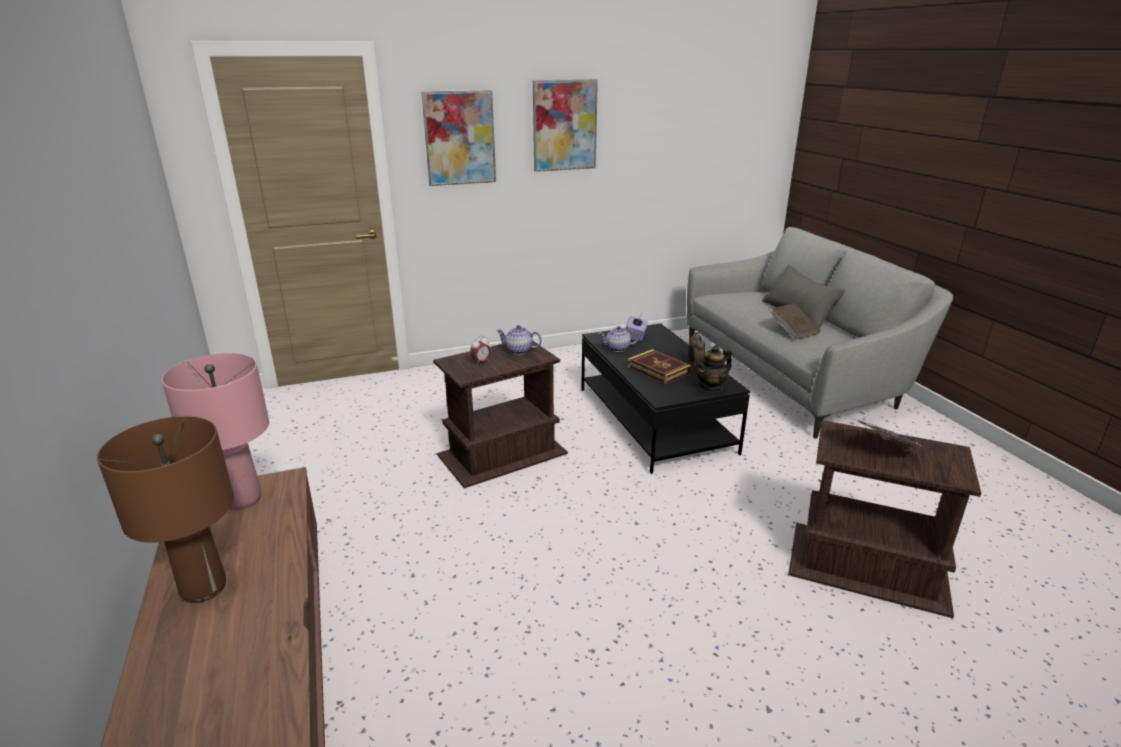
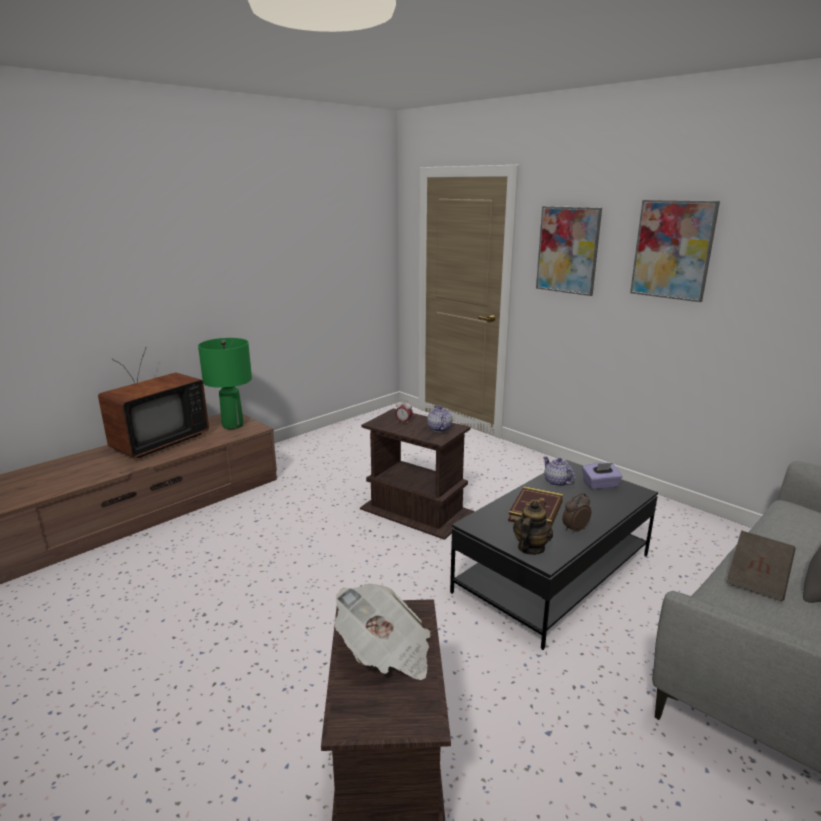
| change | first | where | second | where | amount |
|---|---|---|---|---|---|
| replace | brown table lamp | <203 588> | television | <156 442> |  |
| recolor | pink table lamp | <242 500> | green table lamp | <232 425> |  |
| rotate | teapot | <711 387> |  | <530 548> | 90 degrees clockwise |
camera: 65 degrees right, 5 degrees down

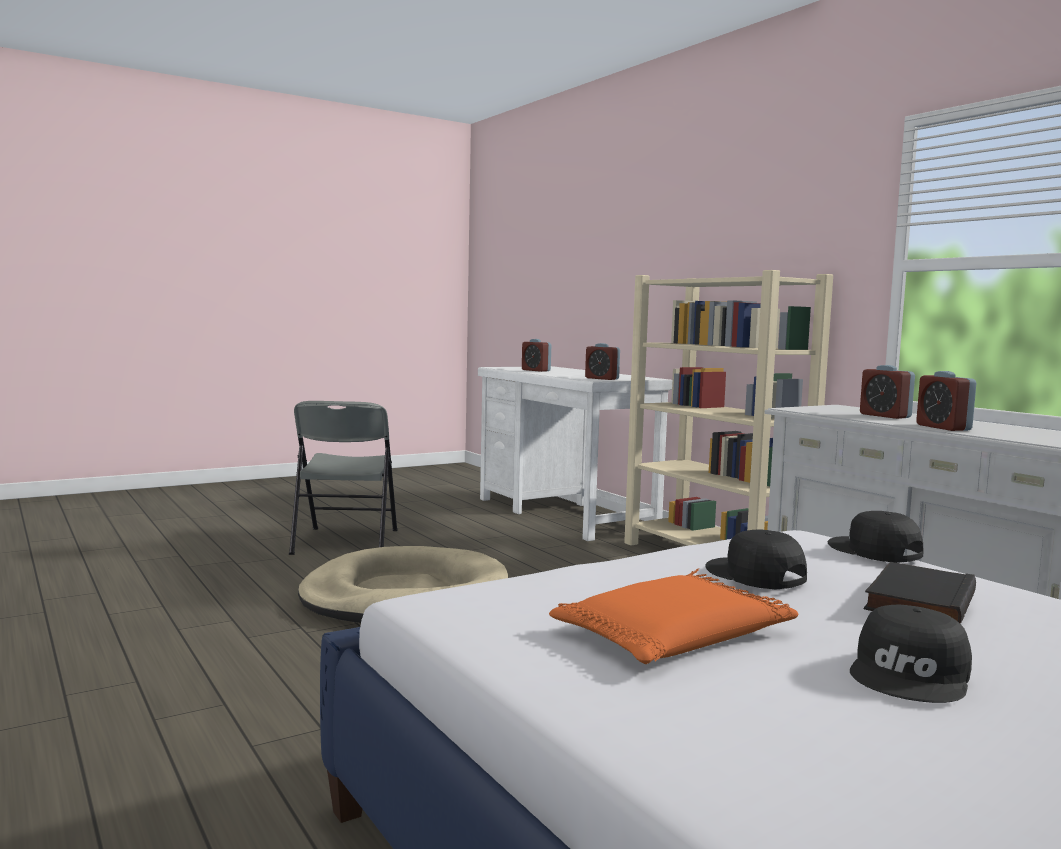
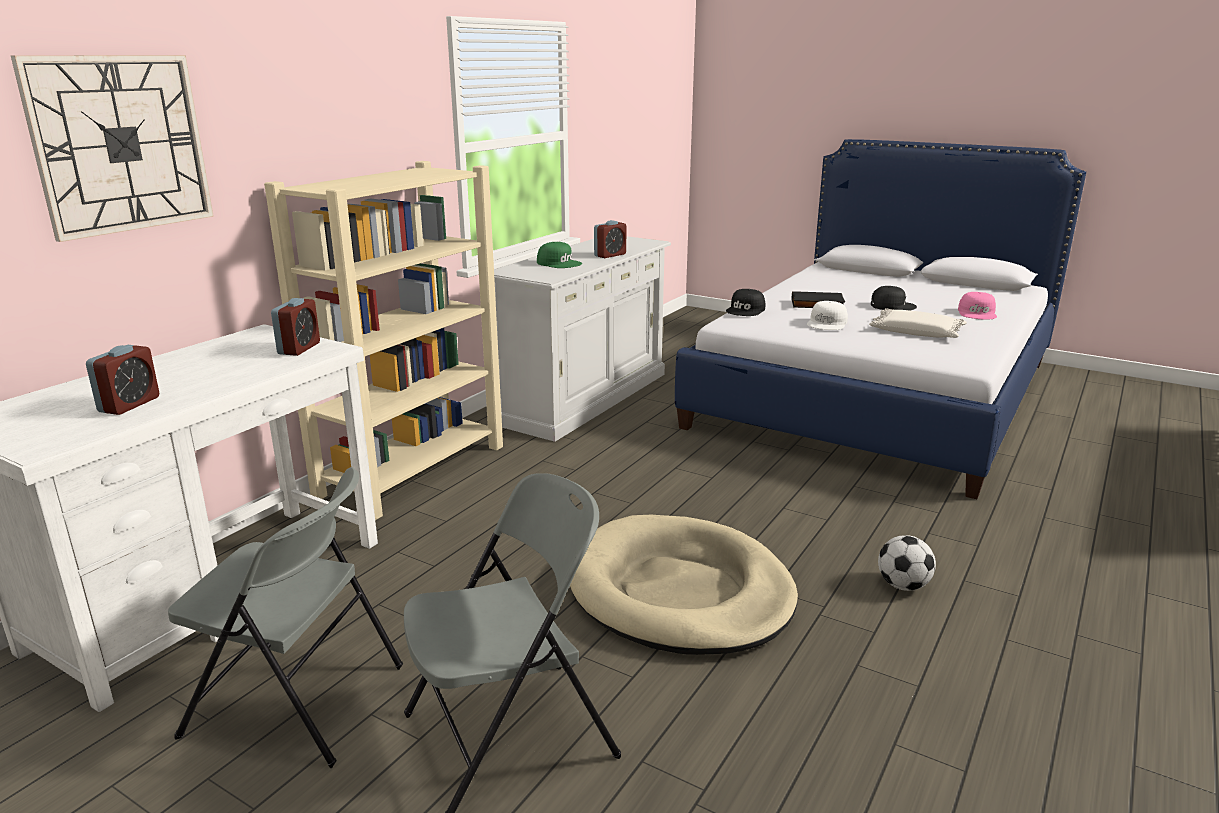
| change | first | where | second | where | amount |
|---|---|---|---|---|---|
| insert |  |  | wall clock | <121 144> |  |
| insert |  |  | grey chair | <295 700> |  |
| replace | alarm clock | <885 416> | green cap | <559 263> |  |
| recolor | black cap | <754 574> | white cap | <827 323> |  |
| recolor | orange pillow | <673 632> | white pillow | <916 330> |  |
| insert |  |  | football | <902 586> |  |
| insert |  |  | pink cap | <977 313> |  |
camera: 115 degrees left, 15 degrees up

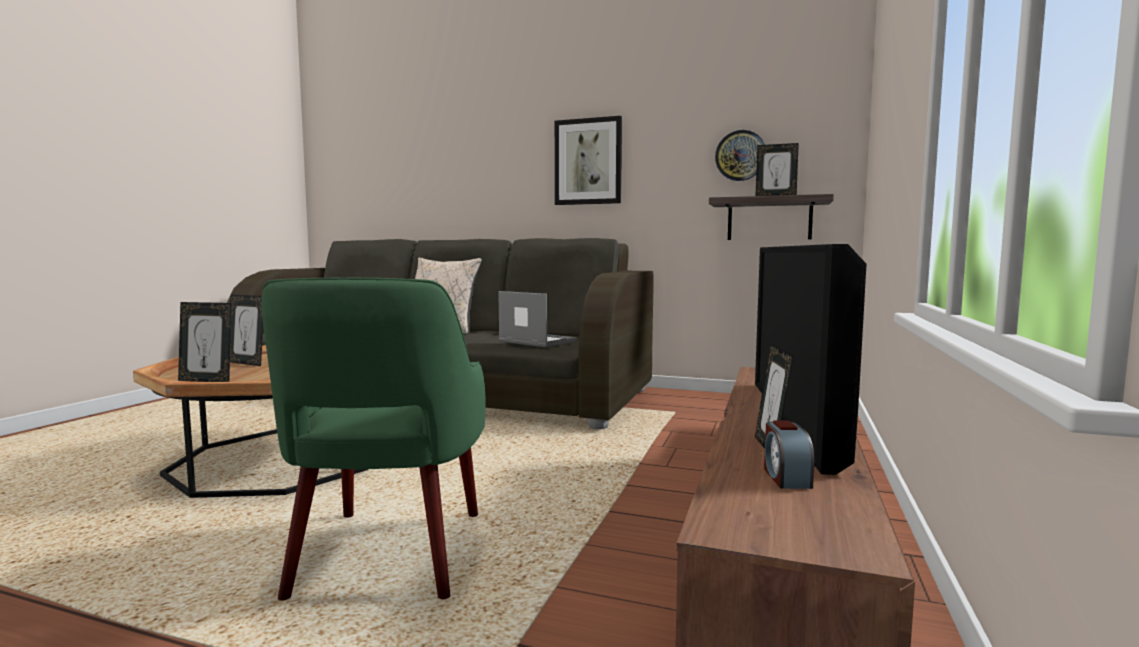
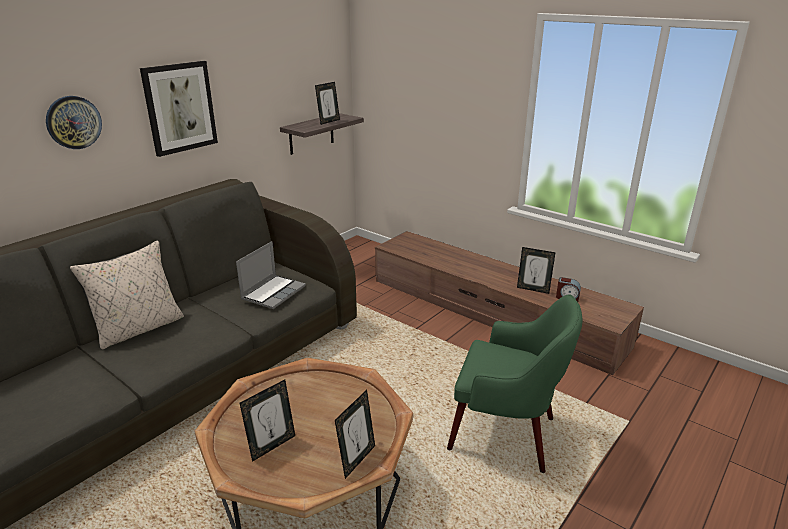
| change | first | where | second | where | amount |
|---|---|---|---|---|---|
| move | wall clock | <740 155> |  | <73 122> |  |
| rotate | laptop | <535 341> |  | <273 292> | 150 degrees clockwise |
| delete | television | <800 418> |  |  |  |
camera: 70 degrees left, 20 degrees up

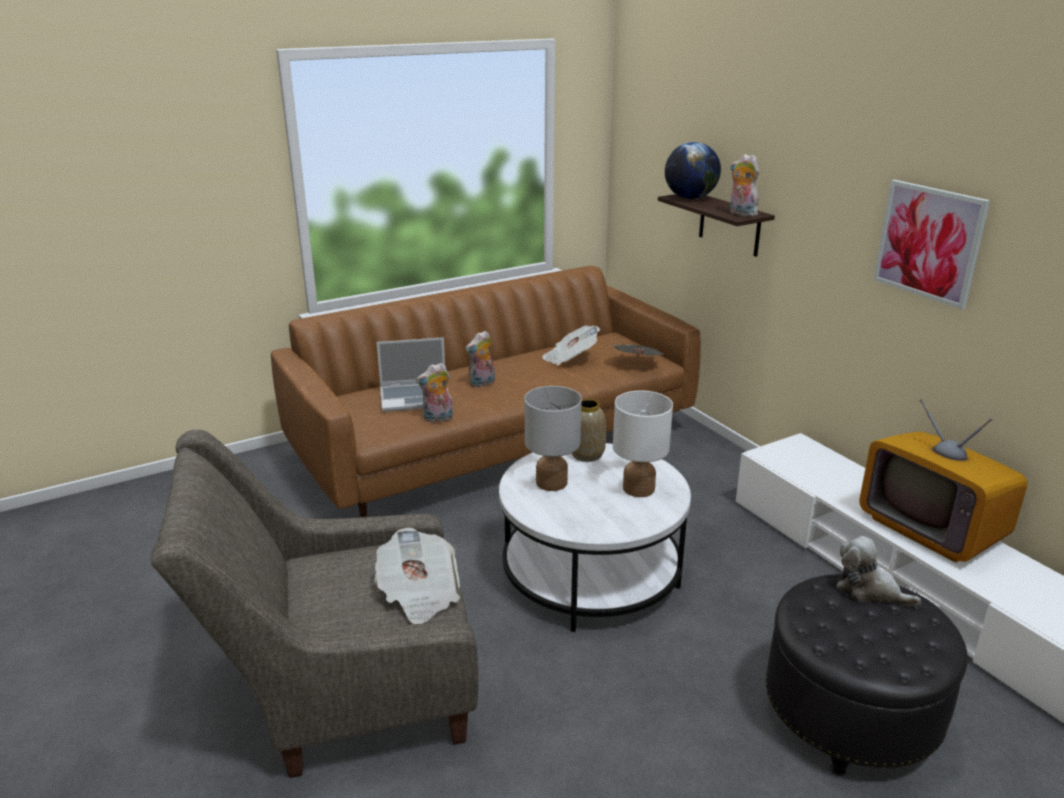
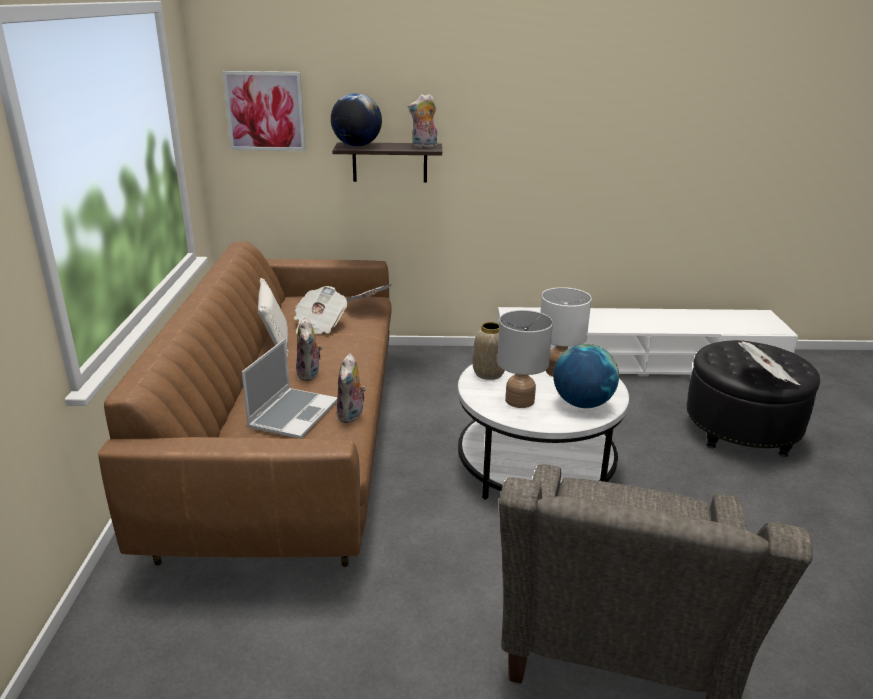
| change | first | where | second | where | amount |
|---|---|---|---|---|---|
| move | picture | <929 242> |  | <265 111> |  |
| insert |  |  | white pillow | <275 340> |  |
| insert |  |  | globe | <582 403> |  |
| move | newspaper | <419 594> |  | <765 378> |  |
| delete | plush toy | <869 590> |  |  |  |
| delete | television | <932 528> |  |  |  |
camera: 60 degrees left, 0 degrees up

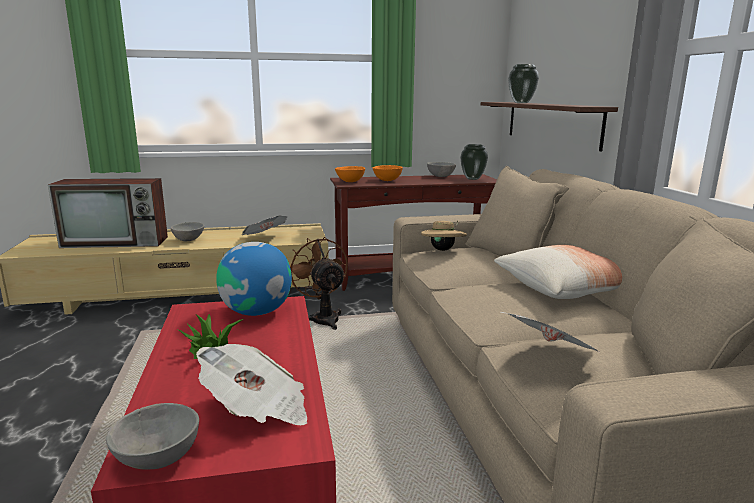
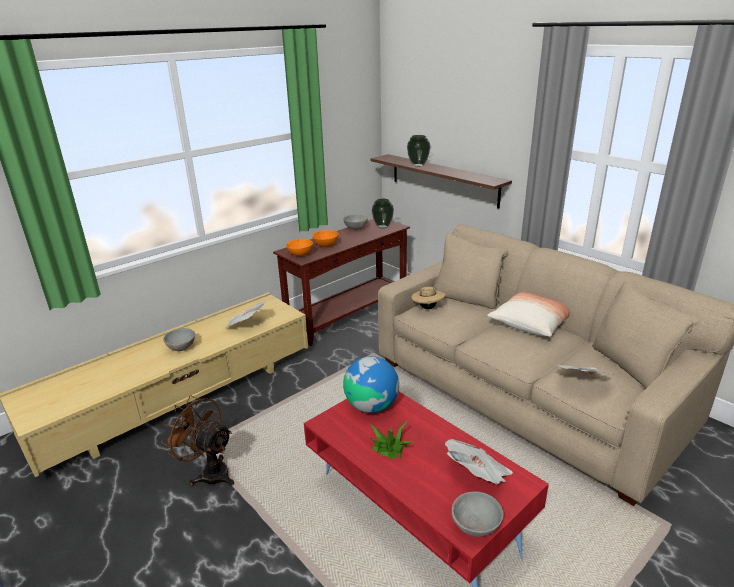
| change | first | where | second | where | amount |
|---|---|---|---|---|---|
| move | brown fan | <323 318> |  | <209 472> |  |
| delete | television | <117 242> |  |  |  |
camera: 30 degrees left, 10 degrees up

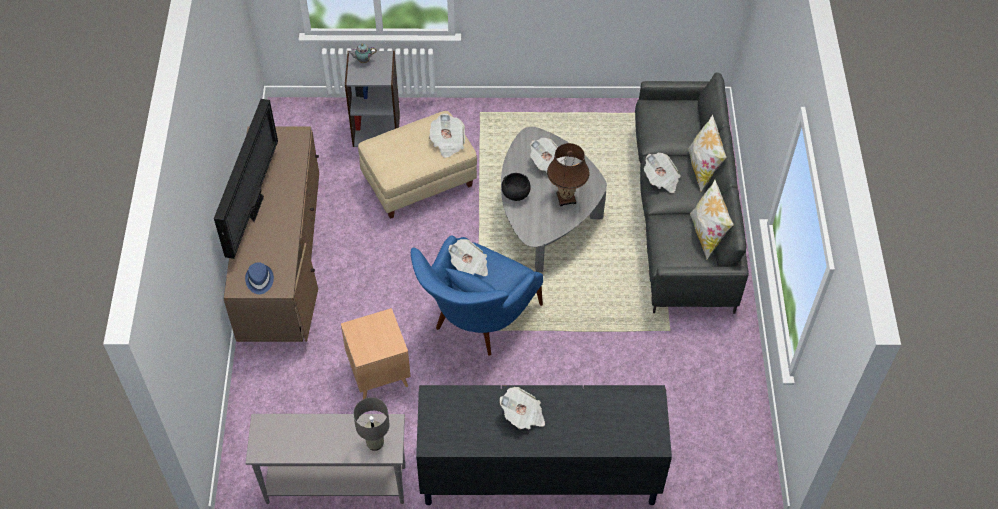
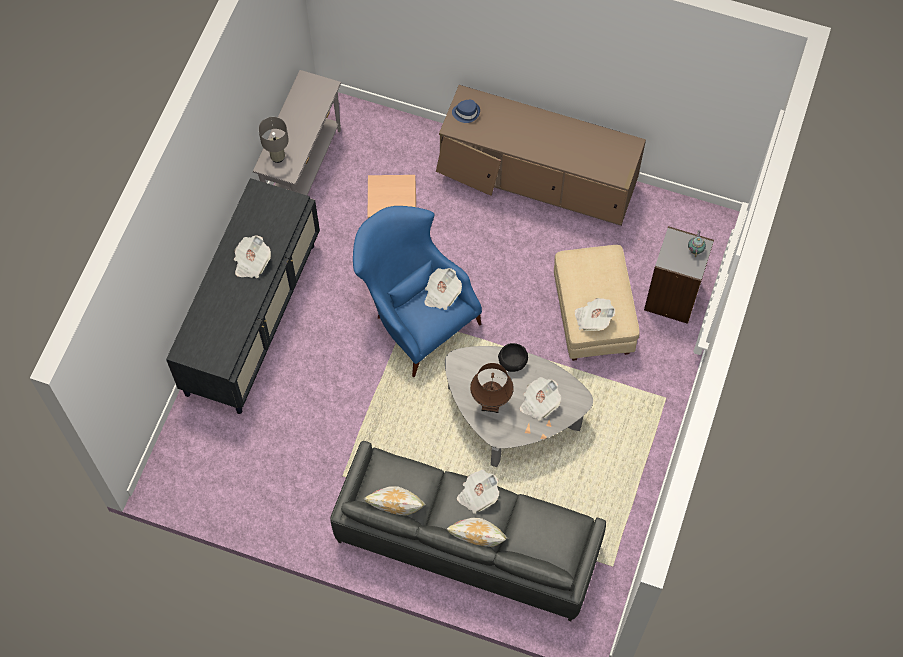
| change | first | where | second | where | amount |
|---|---|---|---|---|---|
| delete | television | <255 206> |  |  |  |
camera: 110 degrees right, 10 degrees up

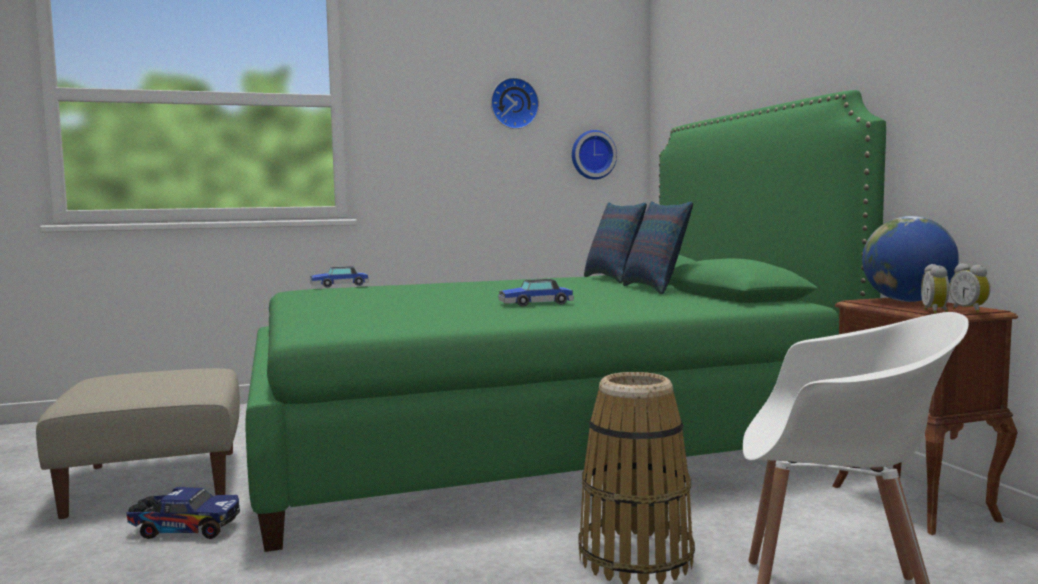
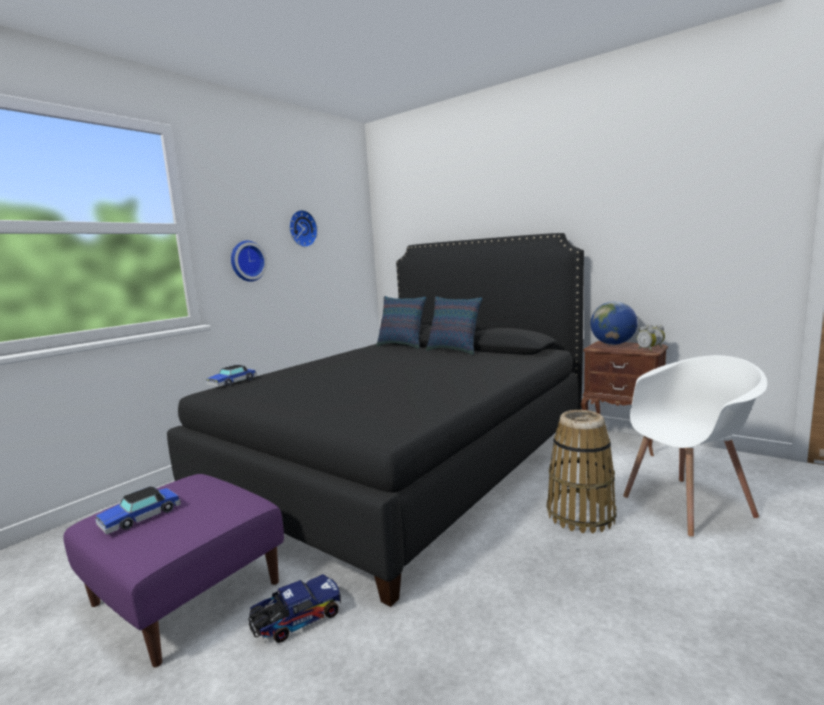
| change | first | where | second | where | amount |
|---|---|---|---|---|---|
| recolor | beige ottoman | <156 482> | purple ottoman | <188 593> |  |
| move | toy car | <535 304> |  | <140 517> |  |
| recolor | green bed | <532 439> | black bed | <405 460> |  |
| move | wall clock | <592 155> |  | <247 261> |  |
camera: 35 degrees left, 5 degrees up

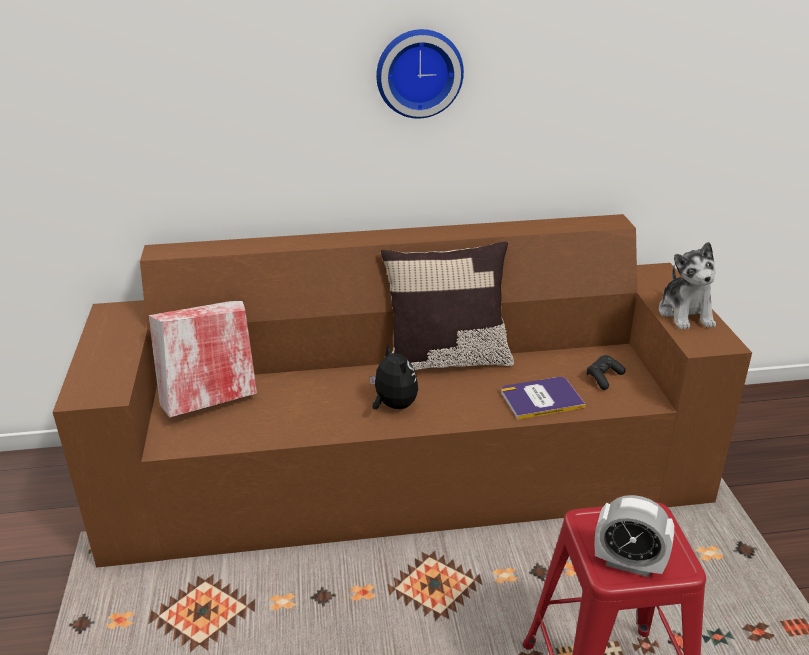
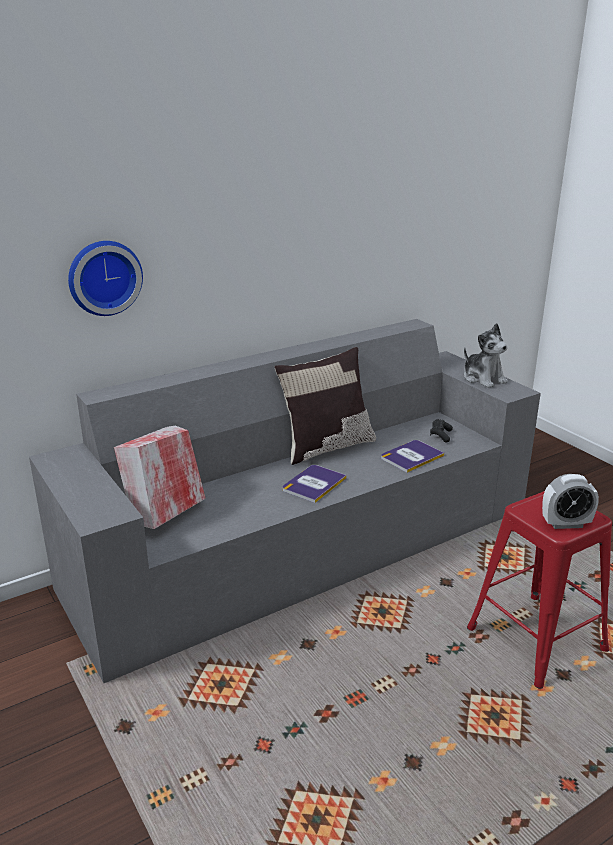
| change | first | where | second | where | amount |
|---|---|---|---|---|---|
| recolor | brown sofa | <407 472> | grey sofa | <307 546> |  |
| move | wall clock | <418 72> |  | <104 277> |  |
| replace | plush toy | <393 405> | book | <314 484> |  |
camera: 25 degrees left, 5 degrees down

